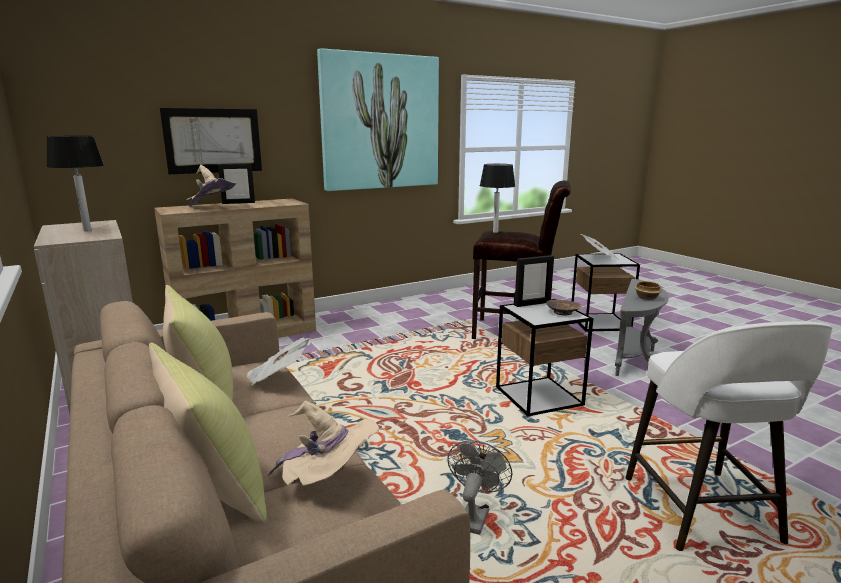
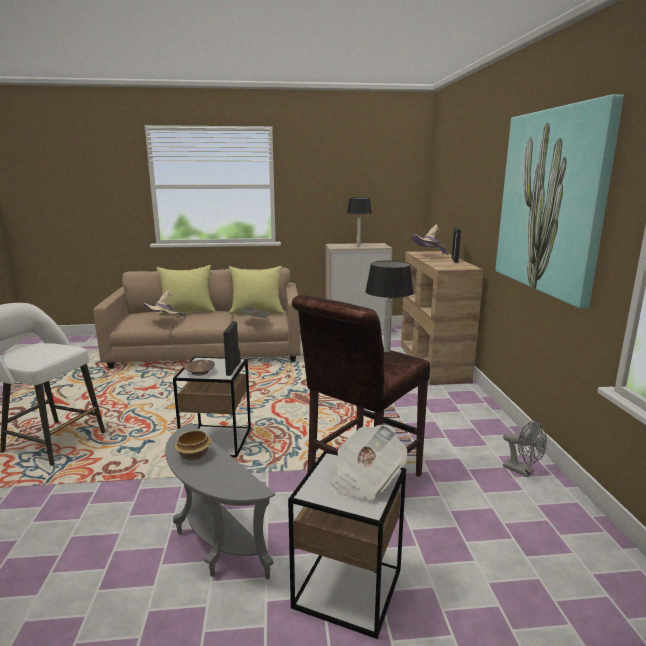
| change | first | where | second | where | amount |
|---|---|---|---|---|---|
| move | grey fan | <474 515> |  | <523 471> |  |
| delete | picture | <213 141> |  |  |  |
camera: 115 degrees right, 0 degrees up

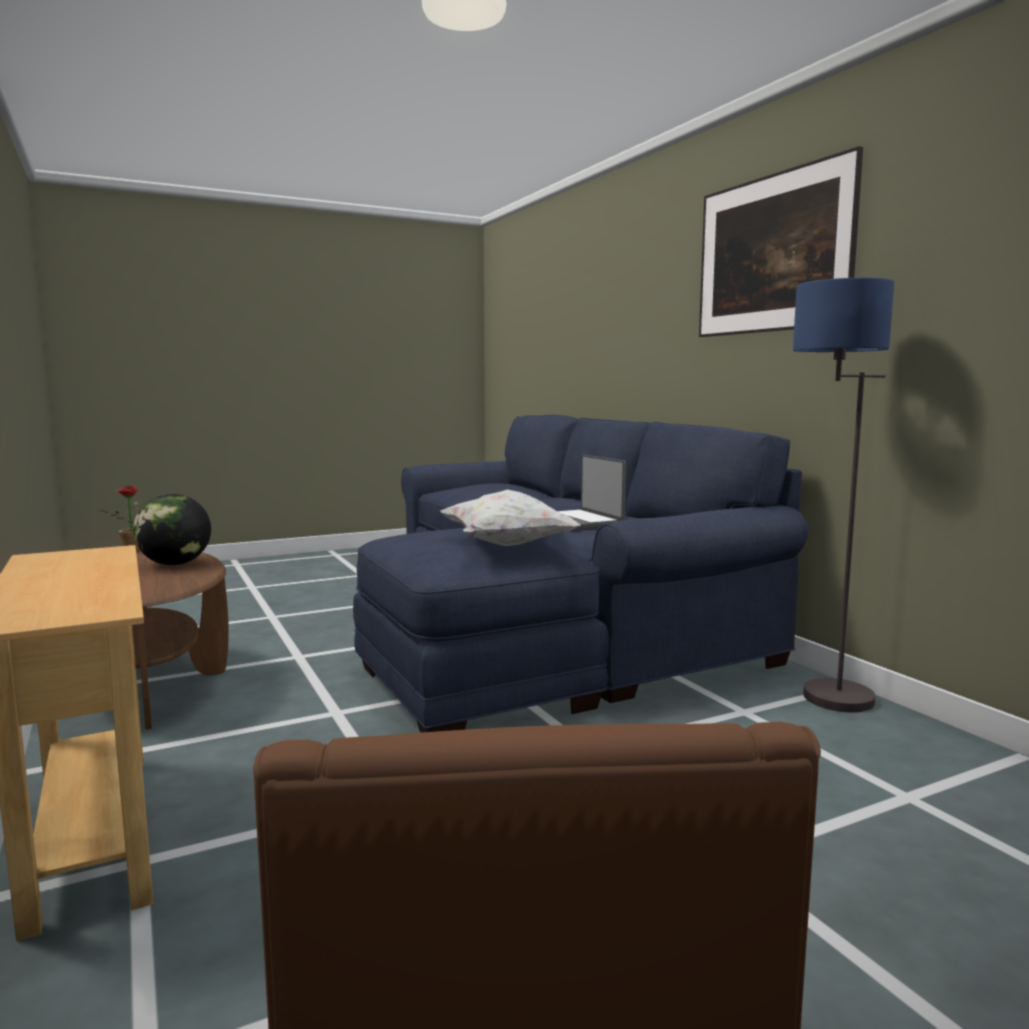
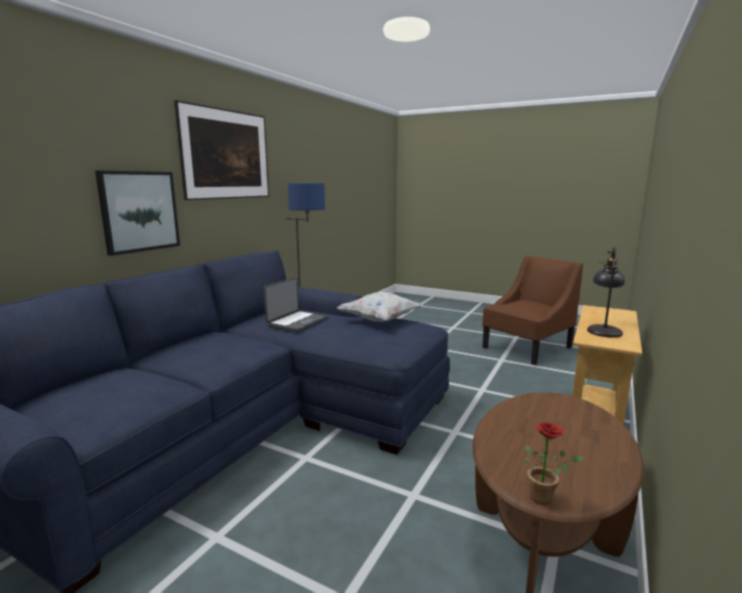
| change | first | where | second | where | amount |
|---|---|---|---|---|---|
| insert |  |  | picture | <139 211> |  |
| insert |  |  | grey table lamp | <603 328> |  |
| delete | globe | <175 564> |  |  |  |
camera: 125 degrees left, 5 degrees up

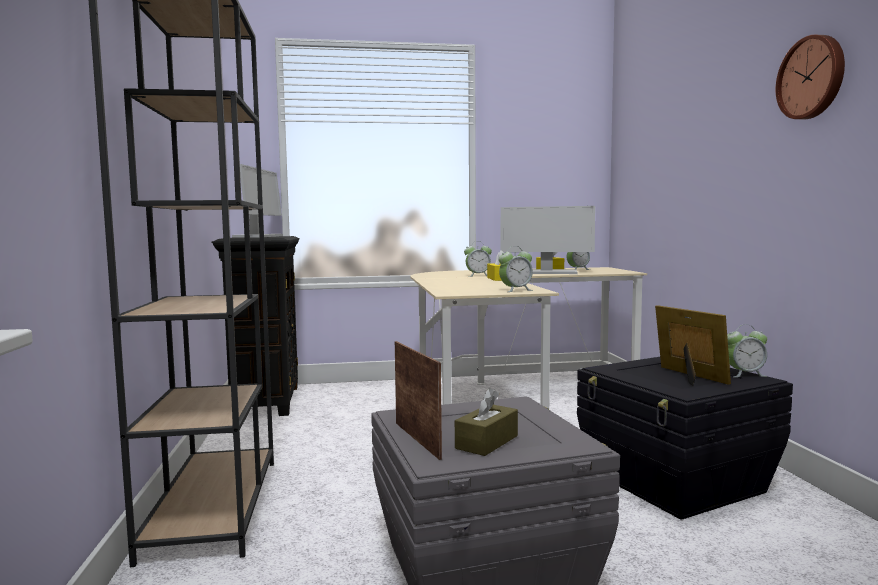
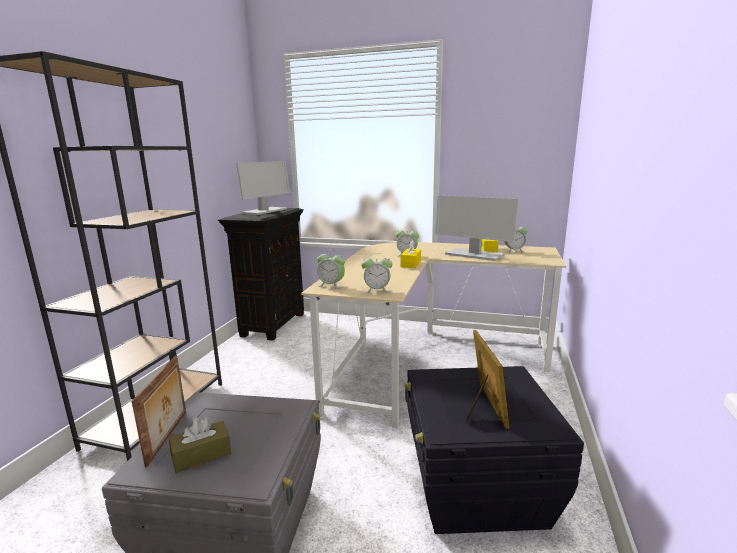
| change | first | where | second | where | amount |
|---|---|---|---|---|---|
| move | alarm clock | <744 374> |  | <331 285> |  |
| delete | wall clock | <812 78> |  |  |  |
camera: 25 degrees right, 10 degrees up

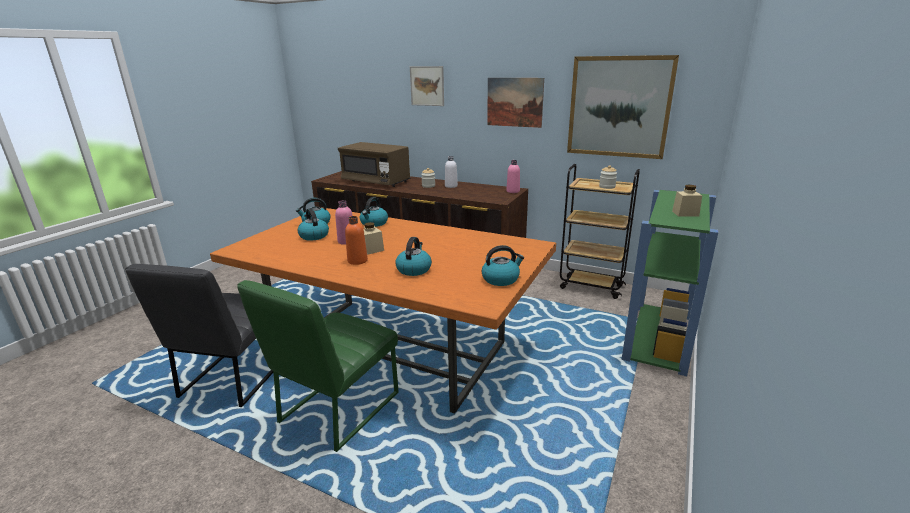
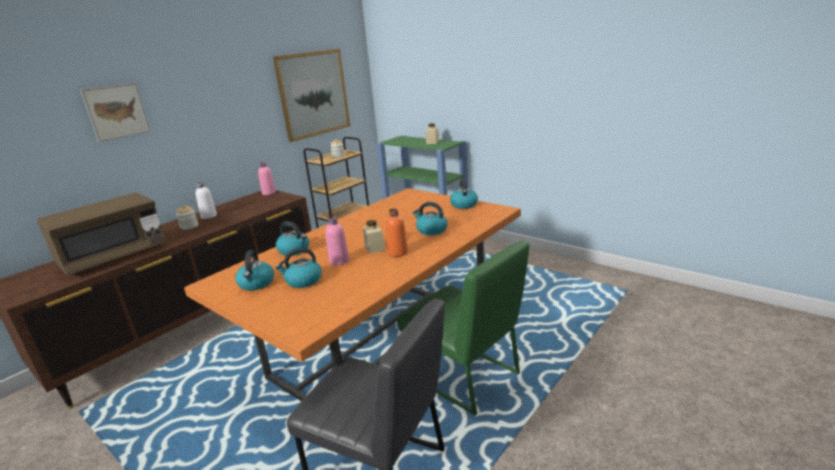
| change | first | where | second | where | amount |
|---|---|---|---|---|---|
| delete | picture | <514 102> |  |  |  |
camera: 75 degrees left, 0 degrees up

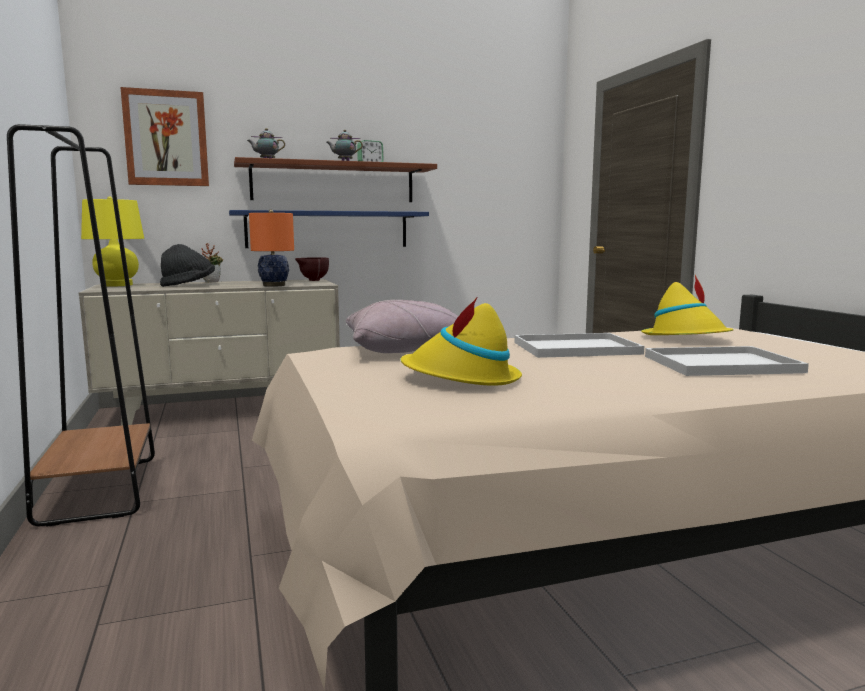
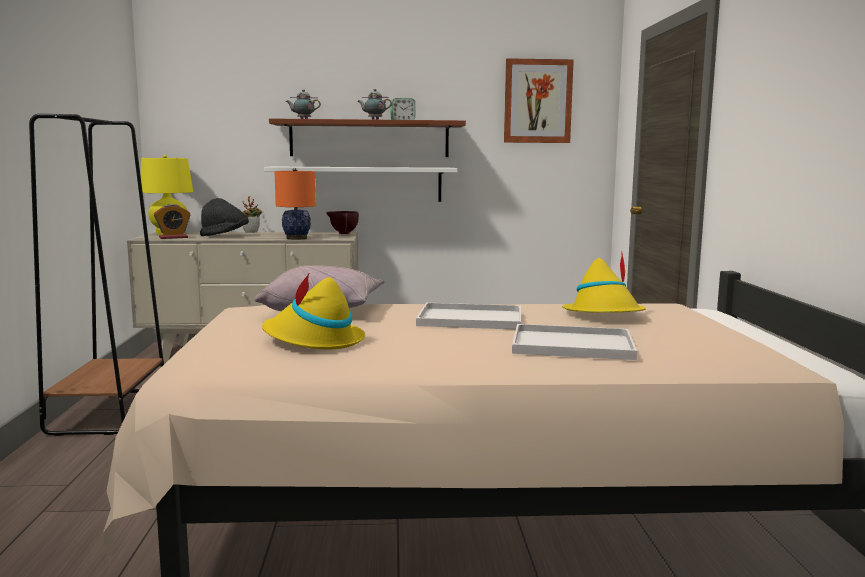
| change | first | where | second | where | amount |
|---|---|---|---|---|---|
| insert |  |  | alarm clock | <173 237> |  |
| recolor | blue shelf | <328 229> | white shelf | <363 184> |  |
| move | picture | <166 138> |  | <537 101> |  |
camera: 15 degrees right, 0 degrees up

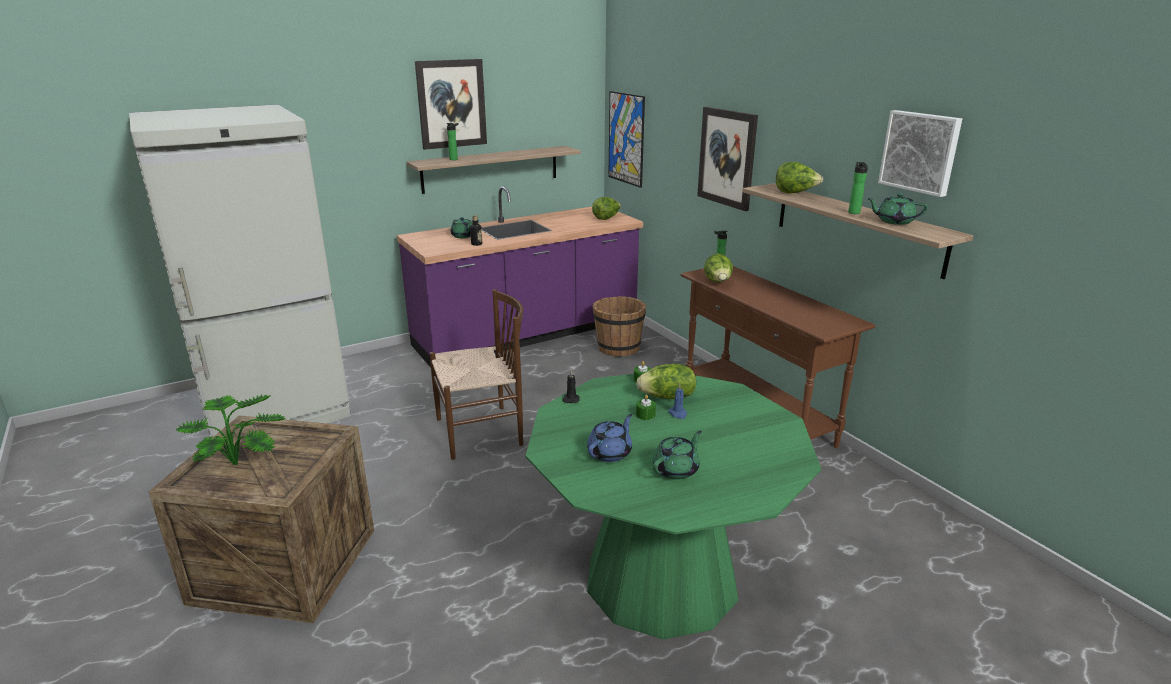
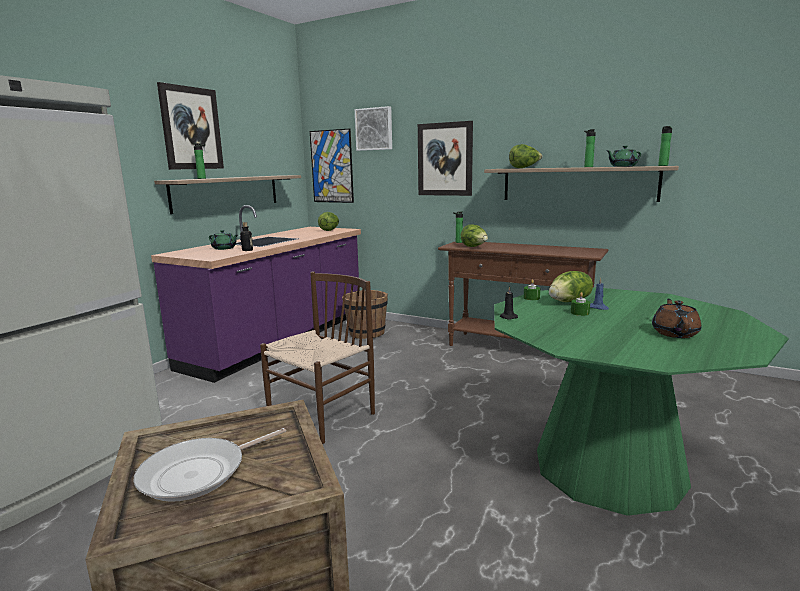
| change | first | where | second | where | amount |
|---|---|---|---|---|---|
| replace | potted plant | <241 461> | frying pan | <199 473> |  |
| move | picture | <920 152> |  | <374 129> |  |
| recolor | green teapot | <676 469> | brown teapot | <674 333> |  |
| insert |  |  | bottle | <662 165> |  |
| delete | blue teapot | <610 452> |  |  |  |
camera: 30 degrees left, 10 degrees down

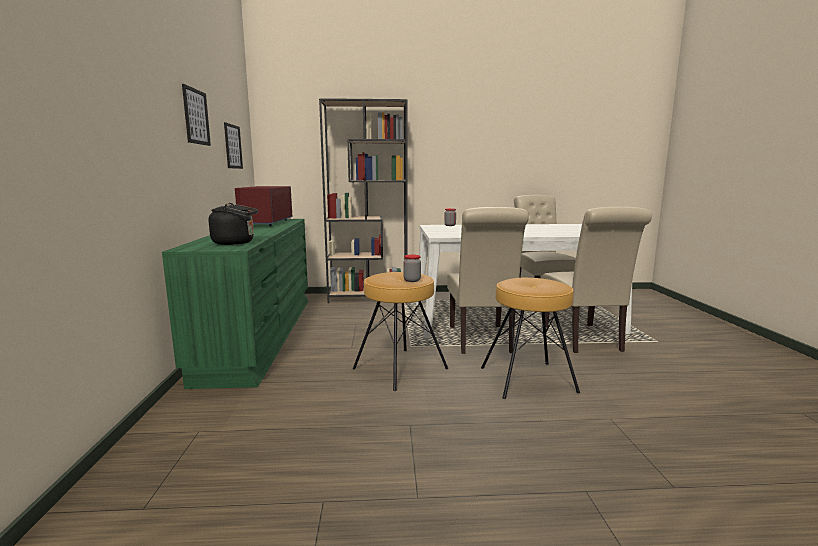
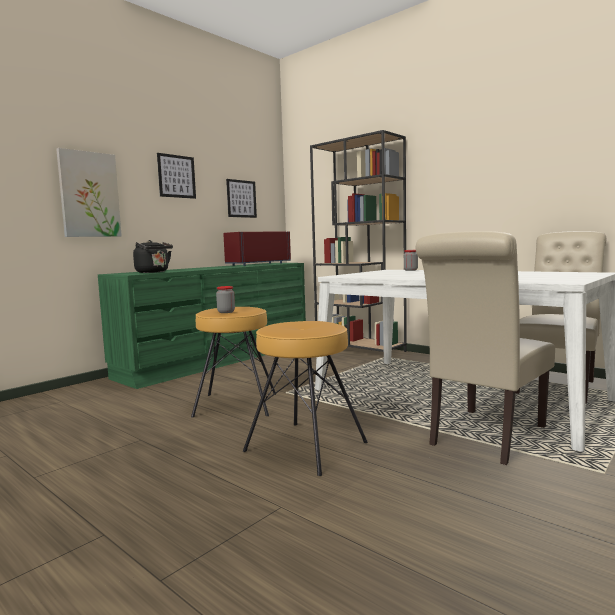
| change | first | where | second | where | amount |
|---|---|---|---|---|---|
| insert |  |  | picture | <89 194> |  |
| delete | beige chair | <481 341> |  |  |  |
camera: 45 degrees right, 5 degrees down

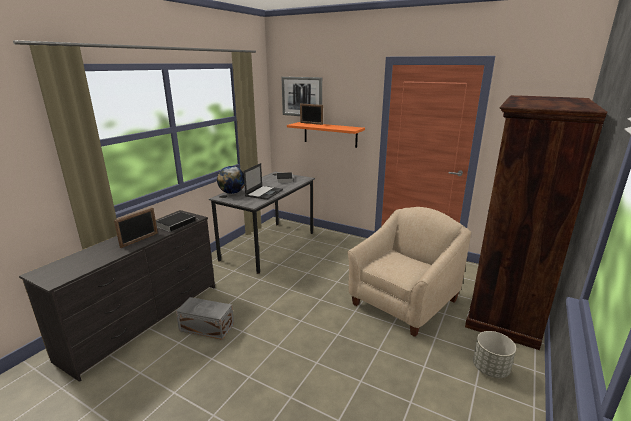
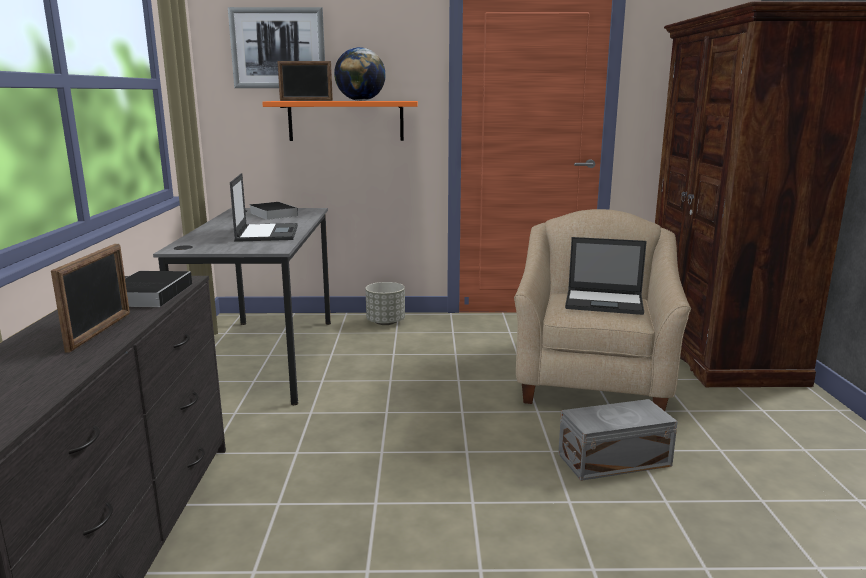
| change | first | where | second | where | amount |
|---|---|---|---|---|---|
| move | globe | <232 193> |  | <361 100> |  |
| move | grey planter | <490 369> |  | <386 322> |  |
| move | grey storage box | <206 326> |  | <612 459> |  |
| insert |  |  | laptop | <605 302> |  |
camera: 30 degrees left, 5 degrees down

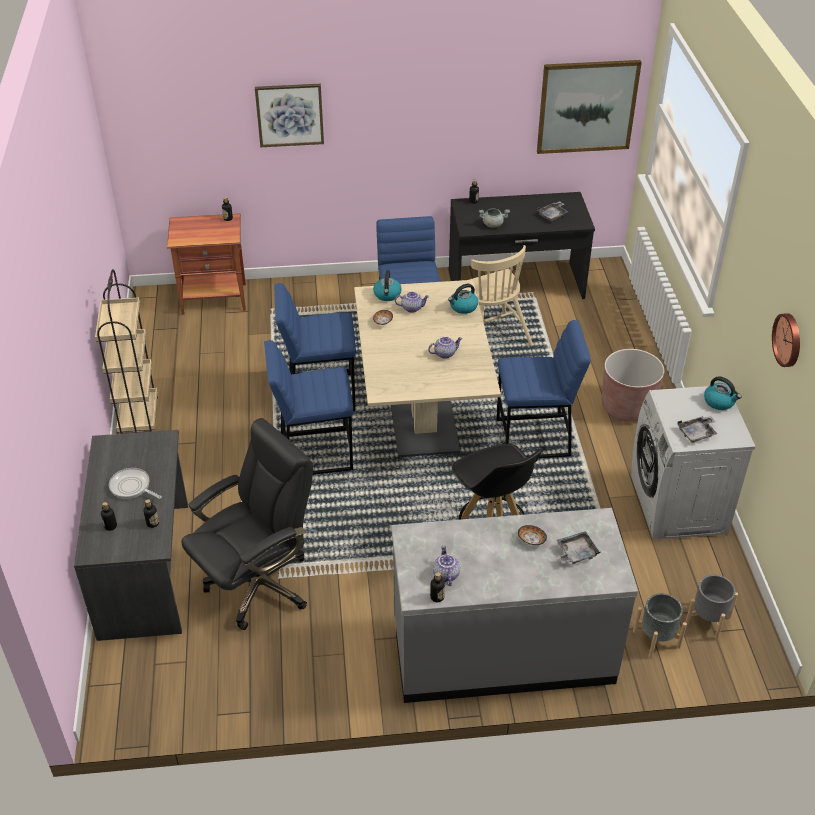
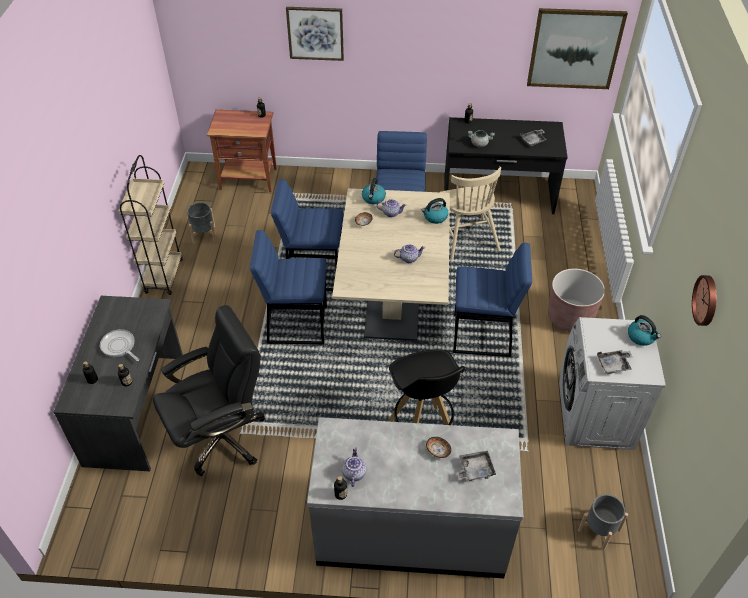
| change | first | where | second | where | amount |
|---|---|---|---|---|---|
| move | grey planter | <656 639> |  | <204 234> |  |
camera: 10 degrees right, 5 degrees up

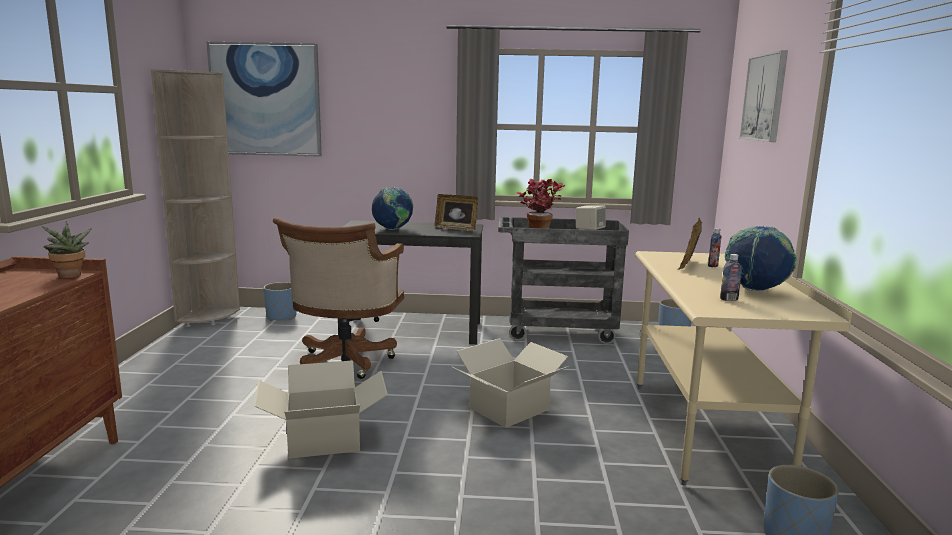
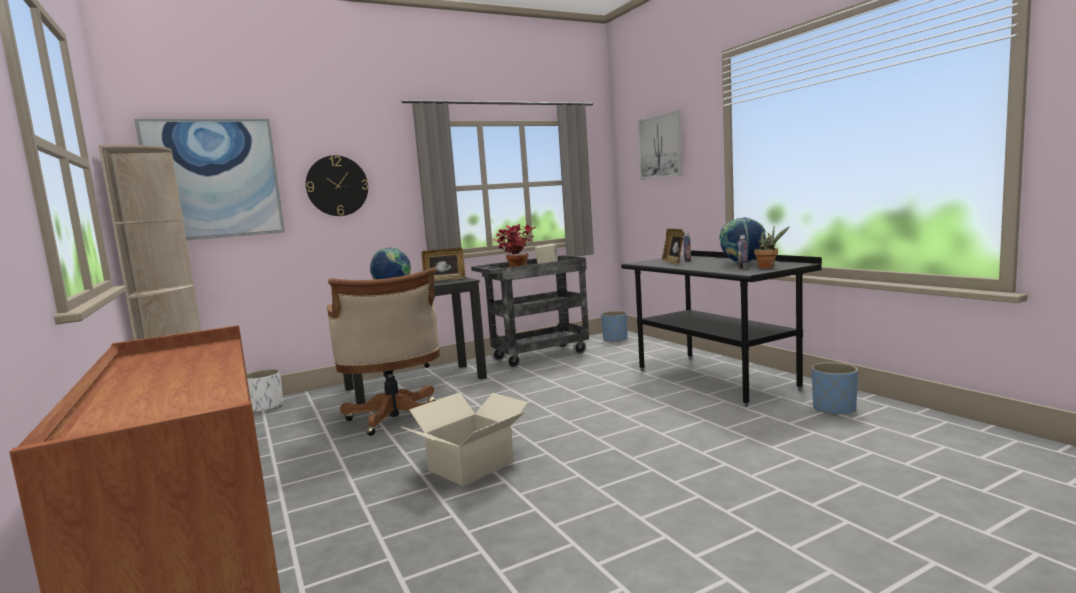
| change | first | where | second | where | amount |
|---|---|---|---|---|---|
| recolor | blue planter | <281 317> | white planter | <266 407> |  |
| insert |  |  | wall clock | <337 186> |  |
| recolor | beige desk | <705 431> | black desk | <715 379> |  |
| move | potted plant | <70 276> |  | <768 267> |  |
| delete | cardboard box | <510 409> |  |  |  |
camera: 30 degrees left, 5 degrees down

